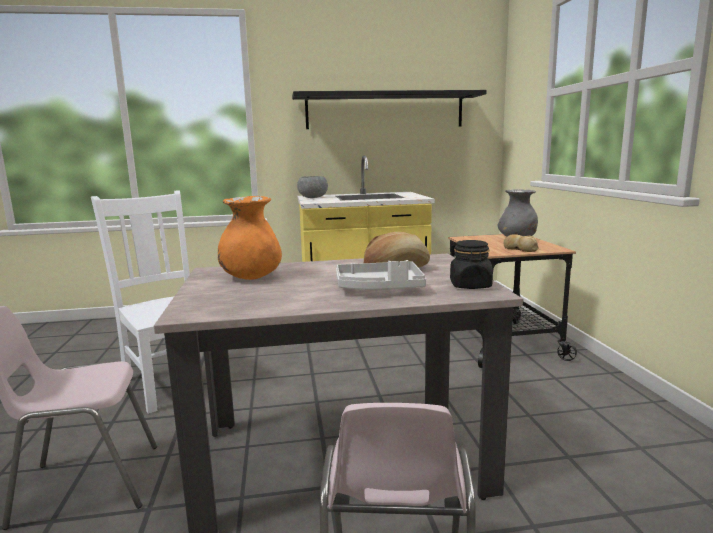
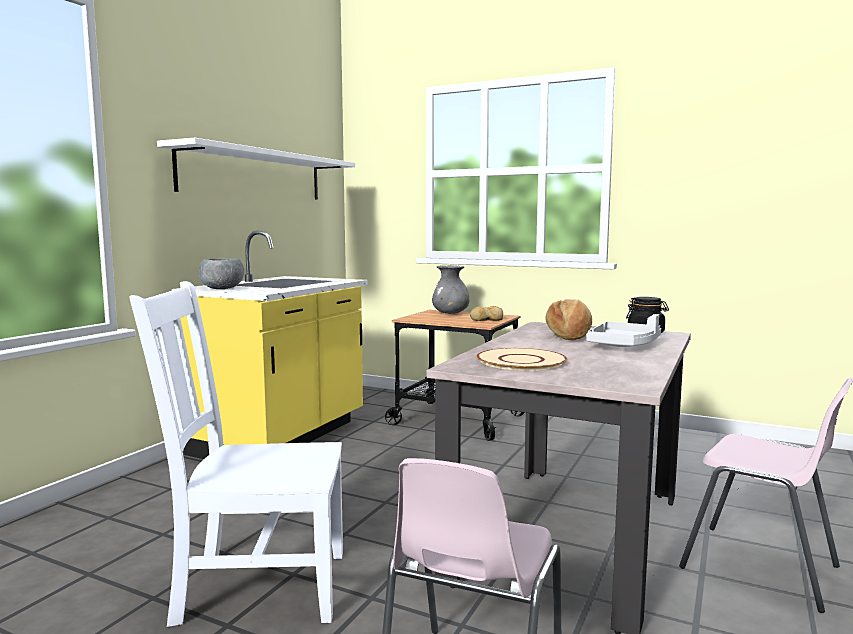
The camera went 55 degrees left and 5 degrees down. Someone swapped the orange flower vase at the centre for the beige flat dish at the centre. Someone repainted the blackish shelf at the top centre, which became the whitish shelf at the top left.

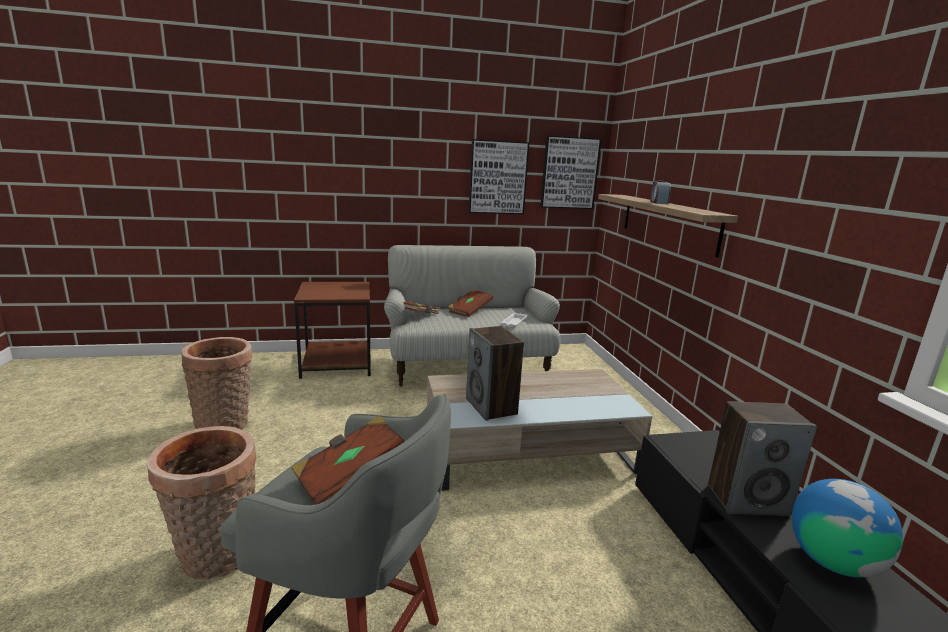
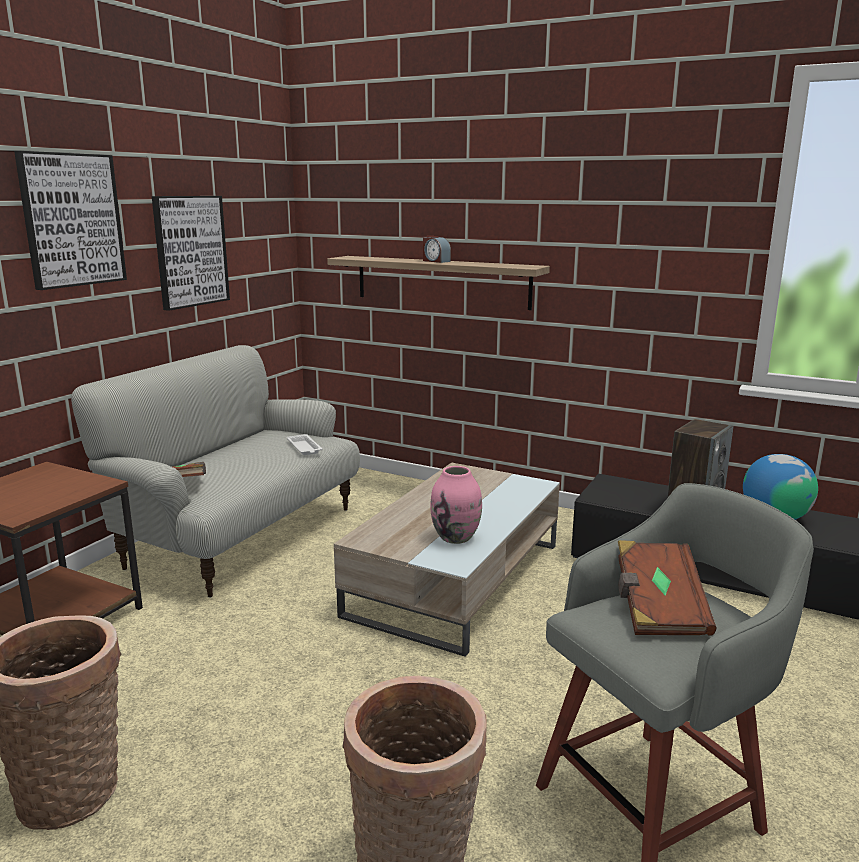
The camera went 50 degrees left and 0 degrees up. Someone took away the brown-coloured bound book (no. 3 from left) at the centre. Someone swapped the speaker (no. 1 from left) at the centre for the pink-coloured flower vase at the centre. Someone carried the wall picture (no. 2 from left in the first image) from the top centre to the top left.

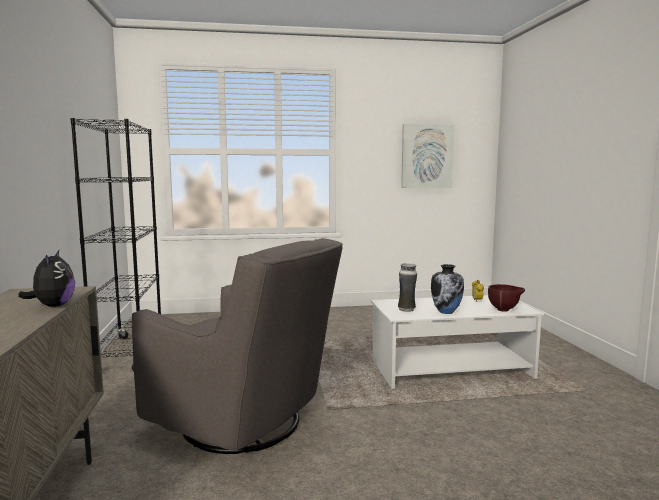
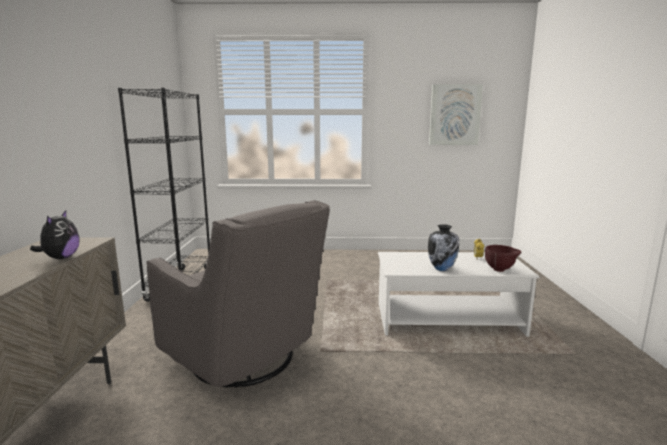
The camera went 10 degrees right and 5 degrees up. Someone took away the flower vase (no. 1 from left) at the centre.

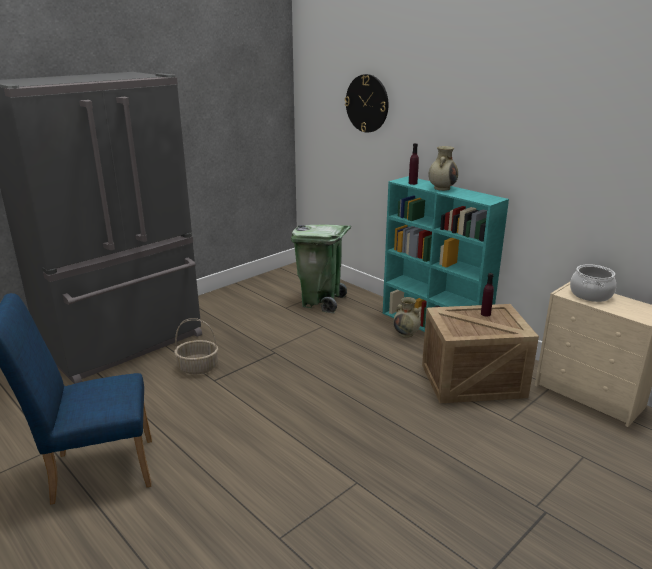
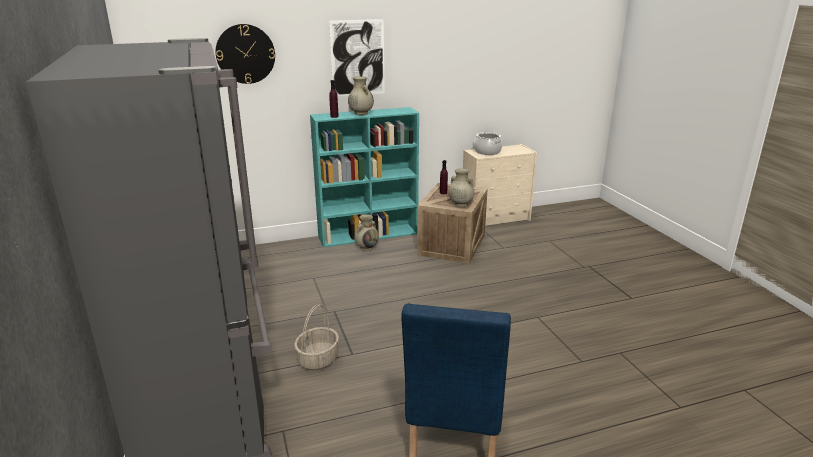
The camera went 65 degrees left and 0 degrees up. Someone took away the green-coloured rubbish bin at the centre. Someone put up the wall picture at the top centre. Someone put down the beige flower vase (no. 3 from left) at the centre.

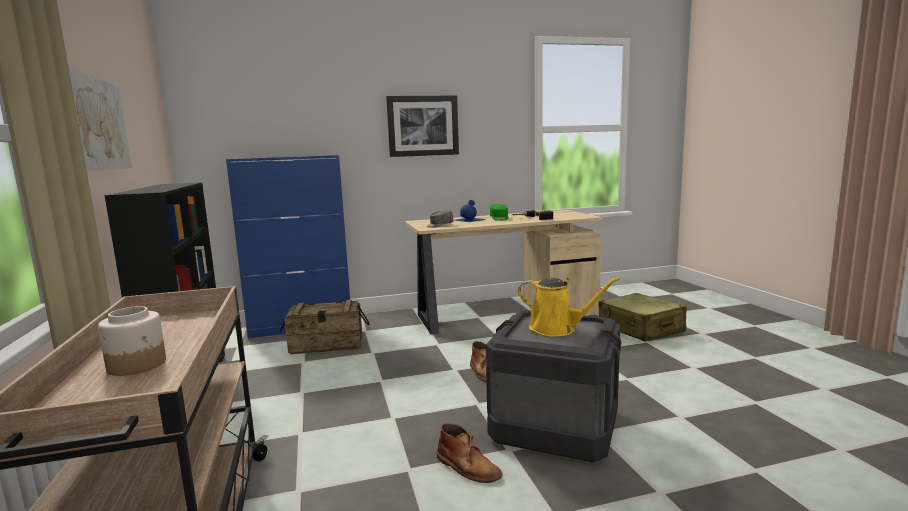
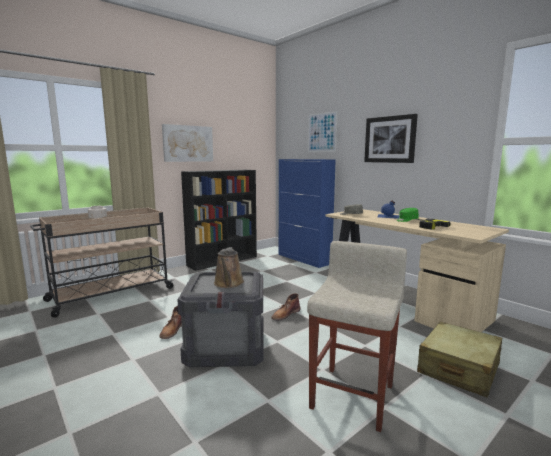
The camera went 65 degrees right and 0 degrees up. Someone took away the crate (no. 1 from left) at the centre. Someone repainted the yellowish watering pot at the centre, which became the brown-coloured watering pot at the centre. Someone put down the beige stool seat at the bottom centre. Someone put up the wall picture (no. 2 from left) at the top centre.

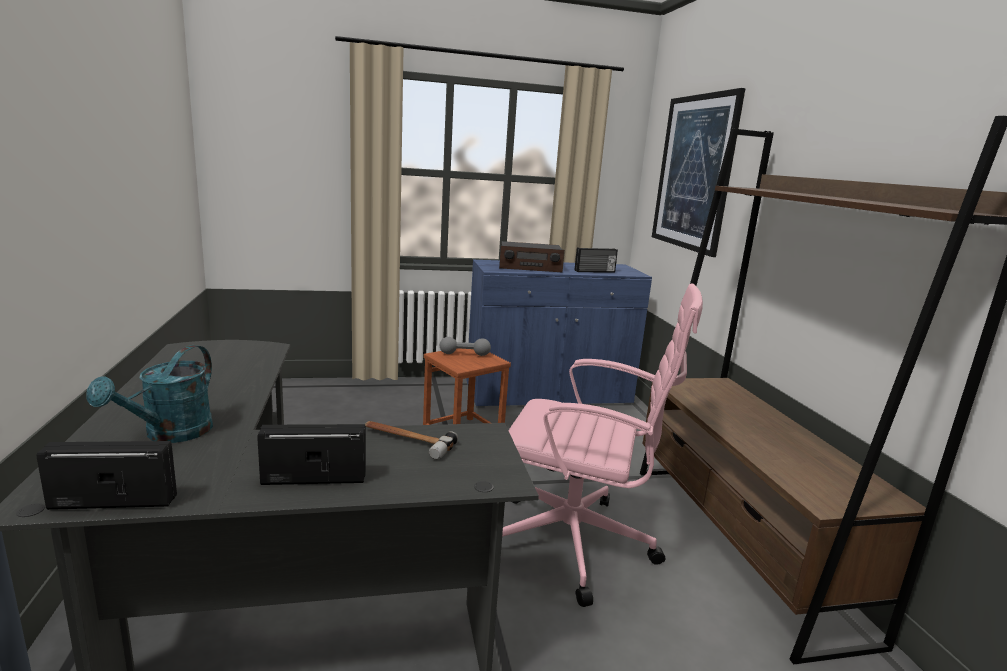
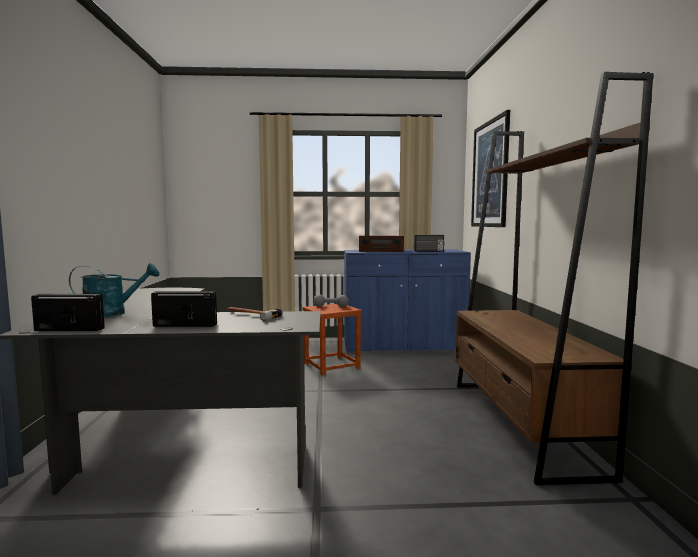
The camera went 10 degrees right and 10 degrees down. Someone rotated the turquoise-coloured watering pot at the middle left by 135 degrees counterclockwise. Someone took away the pink-coloured computer chair at the centre.

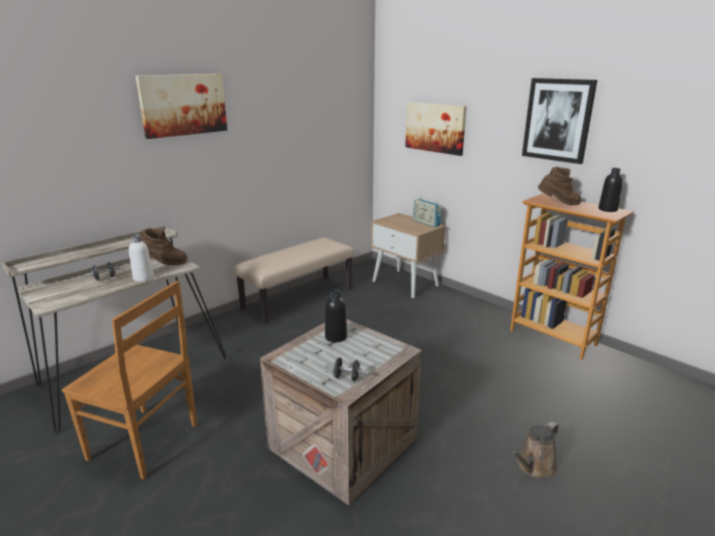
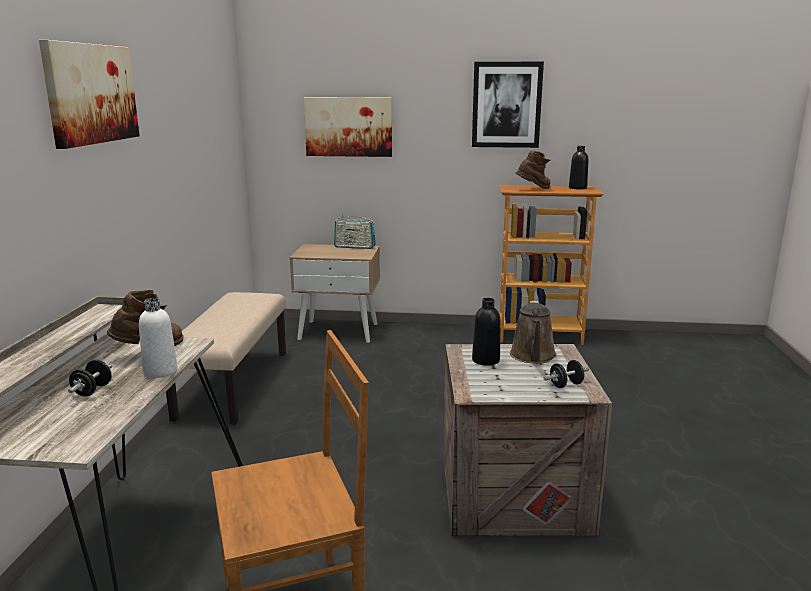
The camera went 40 degrees left and 5 degrees down. Someone carried the brown-coloured watering pot from the bottom right to the centre.

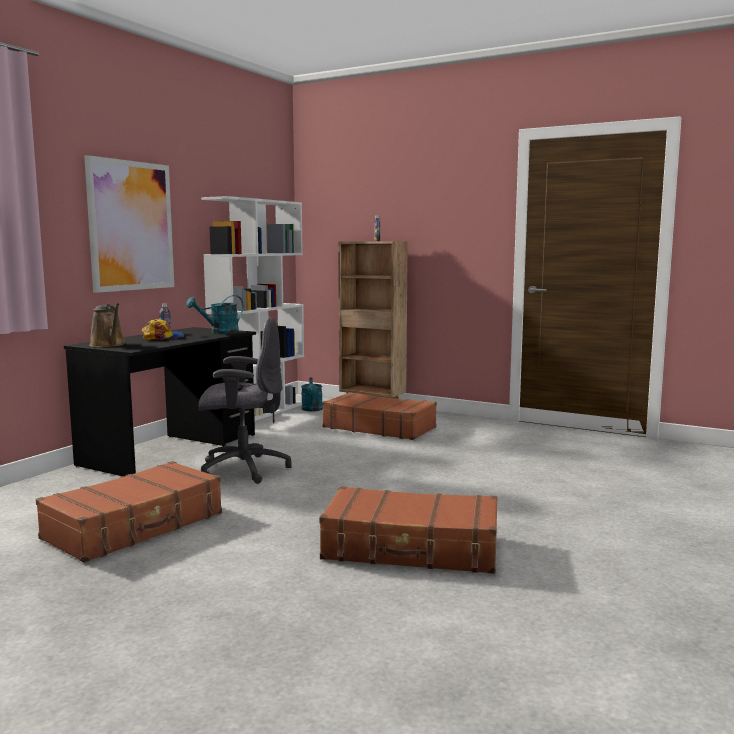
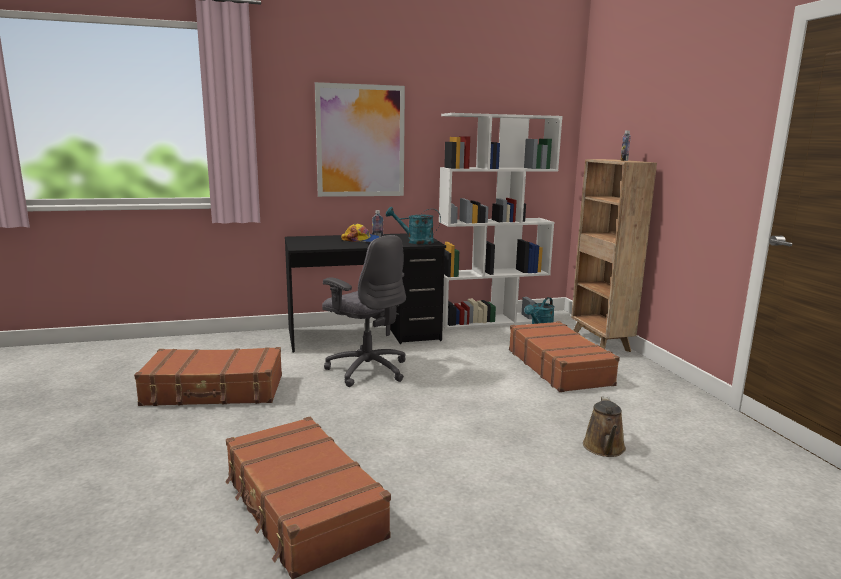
The camera went 45 degrees right and 5 degrees up. Someone carried the brown-coloured watering pot from the middle left to the bottom right.

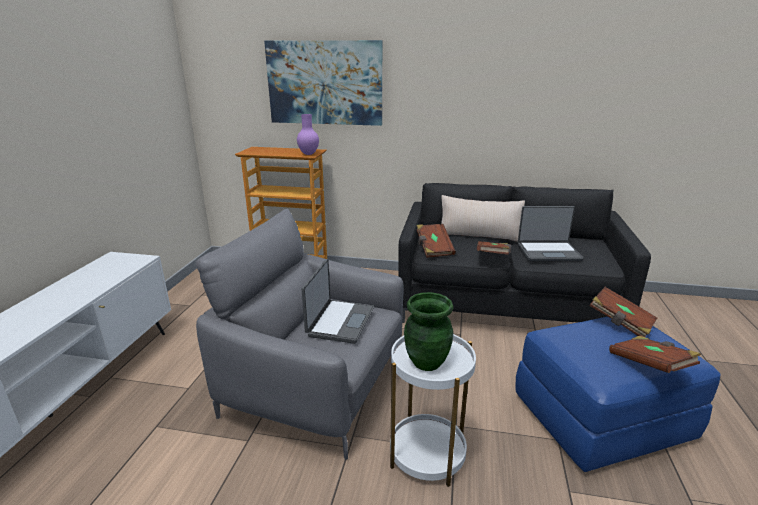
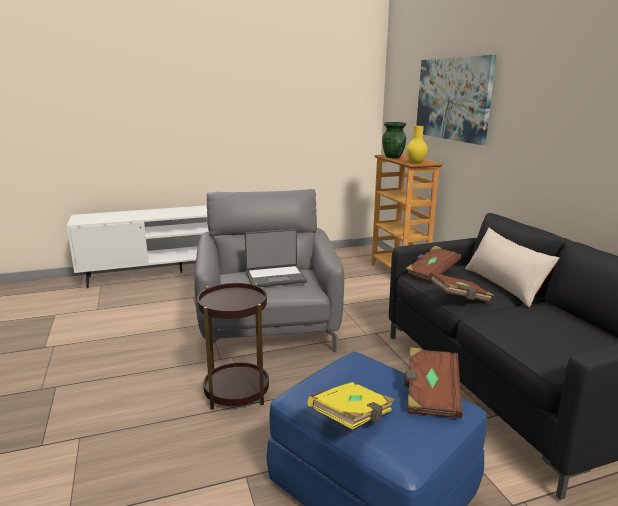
The camera went 60 degrees right and 5 degrees down. Someone repainted the purplish flower vase at the top centre, which became the yellowish flower vase at the top right. Someone repainted the whitish accent table at the bottom centre, which became the brown-coloured accent table at the bottom centre. Someone carried the green-coloured flower vase from the centre to the top centre. Someone took away the notebook computer (no. 2 from left) at the middle right. Someone repainted the brown-coloured bound book (no. 4 from left) at the bottom right, which became the yellowish bound book at the bottom centre.

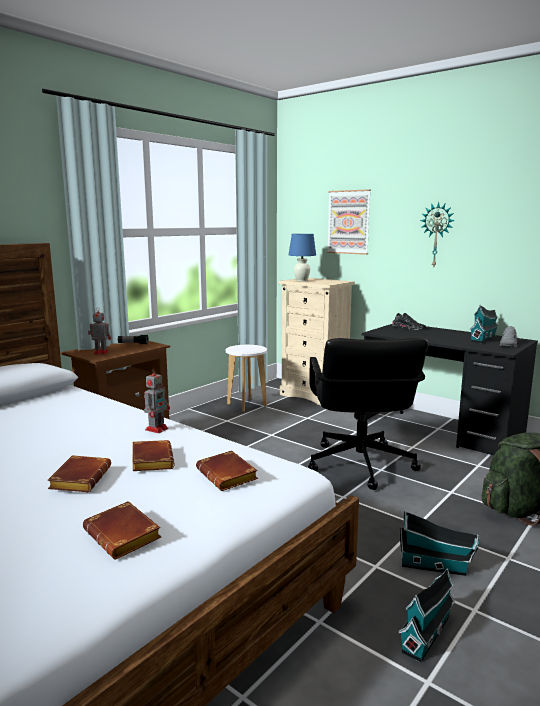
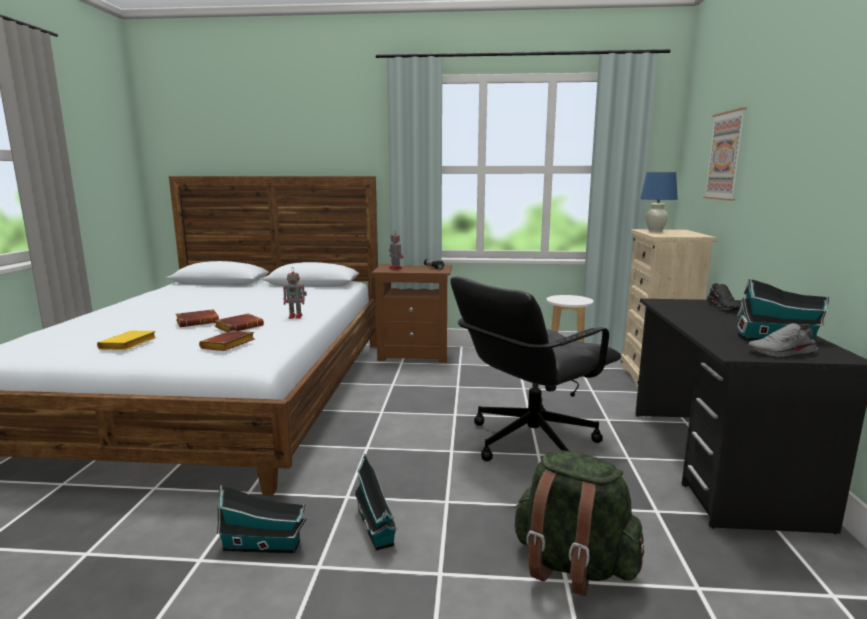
The camera went 55 degrees right and 0 degrees up. Someone repainted the brown-coloured bound book (no. 2 from left) at the bottom left, which became the yellowish bound book at the middle left. Someone took away the wall clock at the top right.

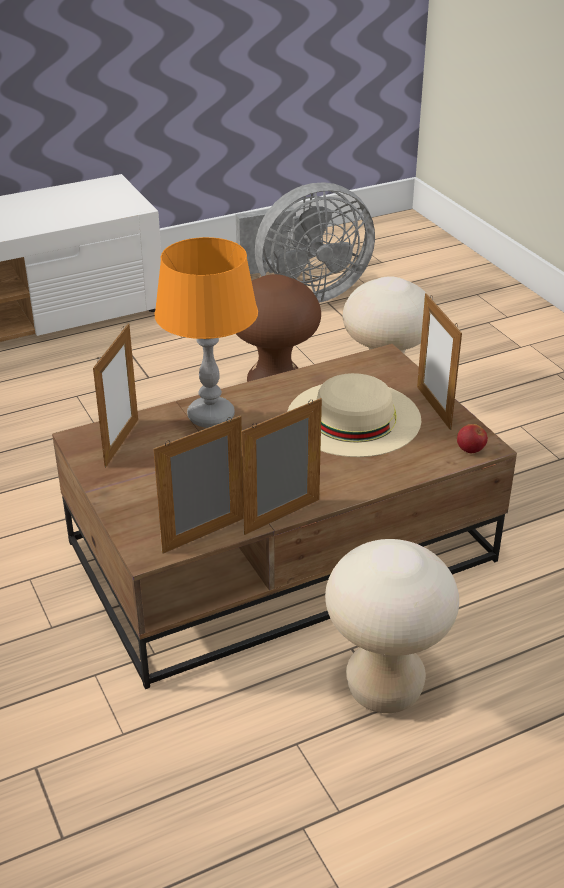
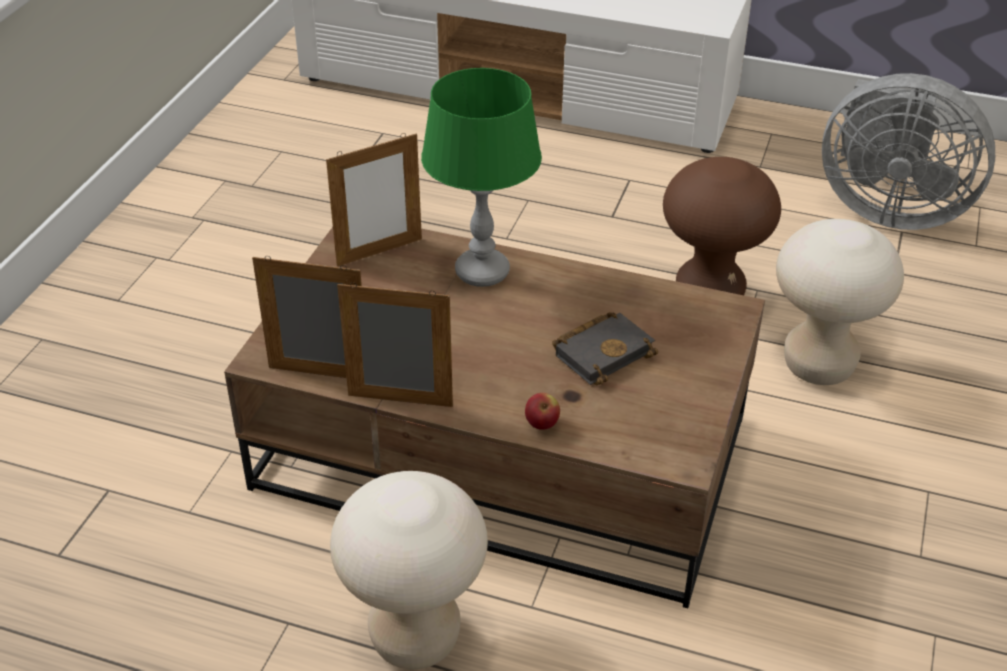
The camera went 45 degrees right and 5 degrees up. Someone repainted the orange tabletop lamp at the centre, which became the green-coloured tabletop lamp at the top centre. Someone swapped the beige wearable hat at the centre for the blackish bound book at the centre. Someone took away the photo frame (no. 4 from left) at the middle right. Someone carried the apple from the middle right to the centre.

